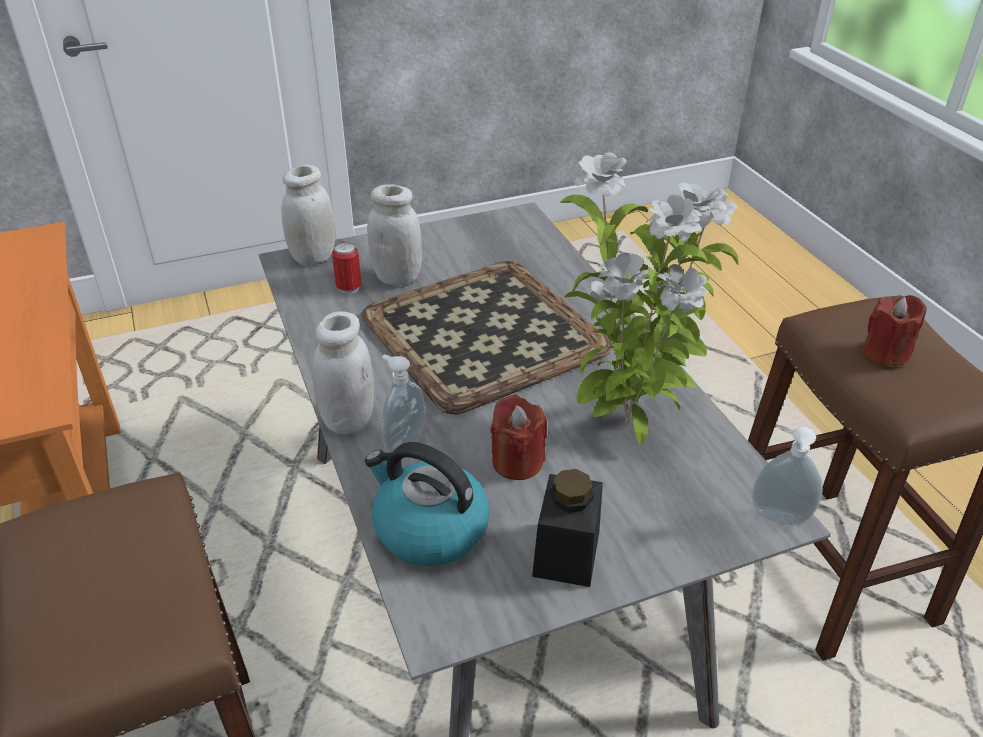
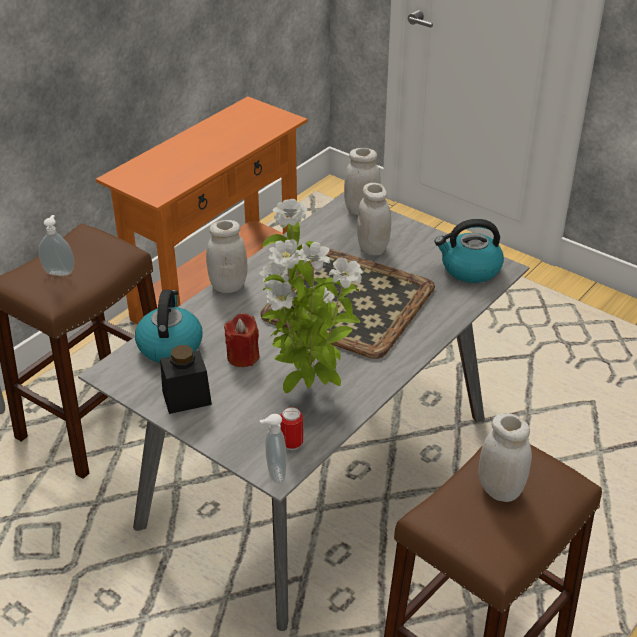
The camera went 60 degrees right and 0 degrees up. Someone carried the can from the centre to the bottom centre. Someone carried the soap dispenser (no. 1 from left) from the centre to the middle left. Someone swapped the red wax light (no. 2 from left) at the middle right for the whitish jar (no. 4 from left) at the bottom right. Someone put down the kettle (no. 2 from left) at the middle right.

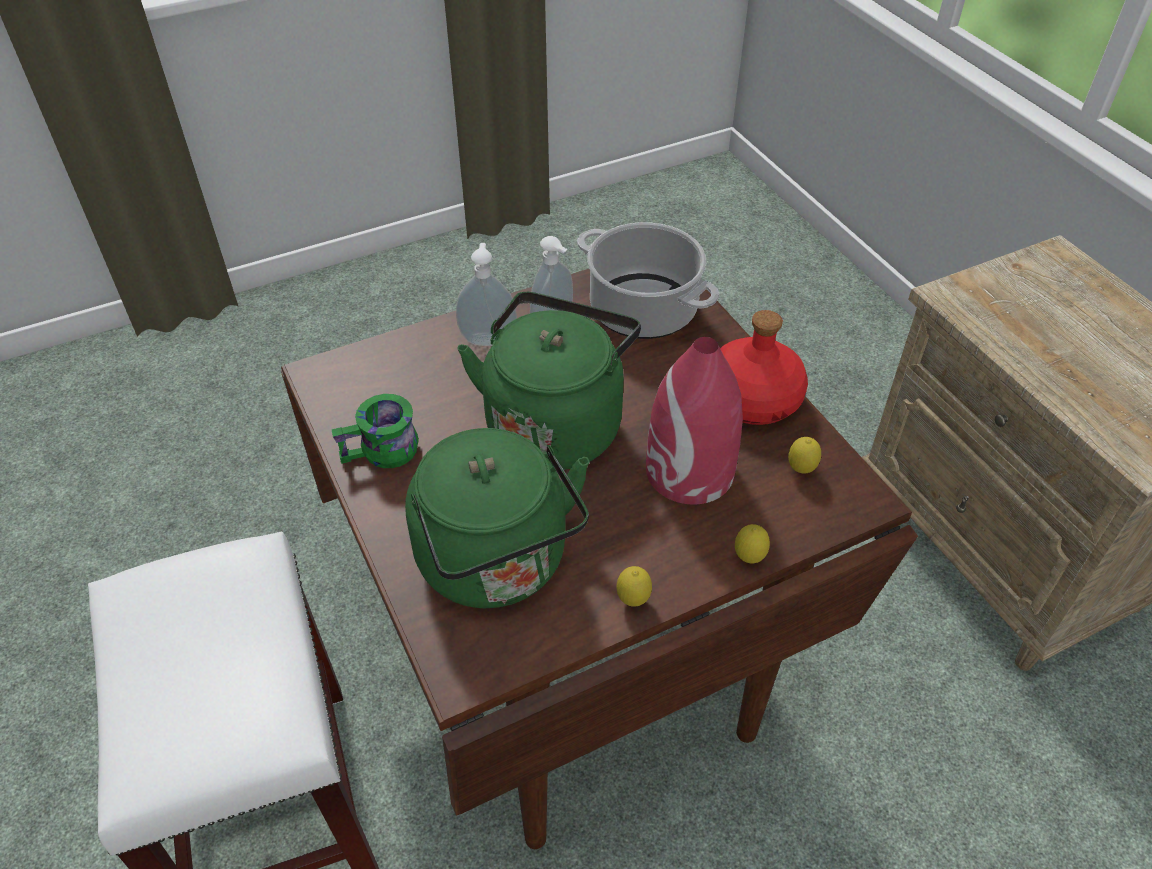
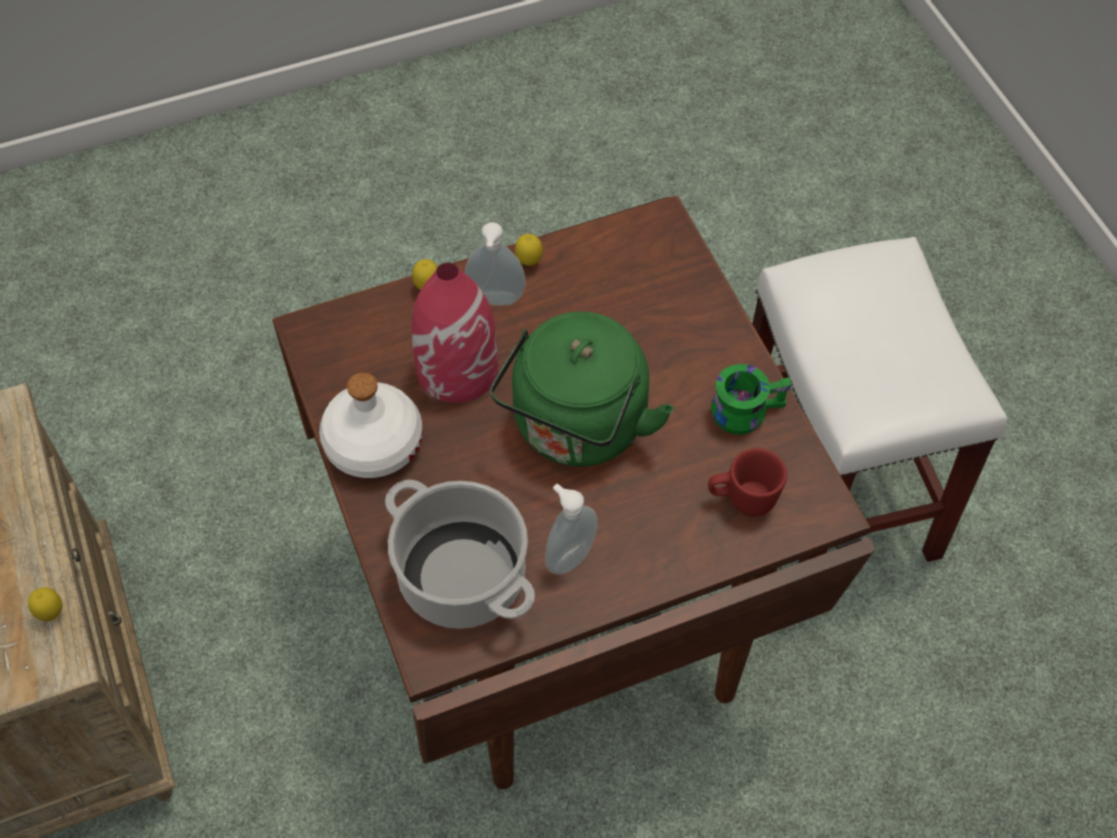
The camera went 175 degrees left and 10 degrees up. Someone took away the green-coloured kettle (no. 1 from left) at the centre. Someone carried the soap dispenser (no. 1 from left) from the centre to the top centre. Someone repainted the red drink bottle at the centre, which became the whitish drink bottle at the middle left. Someone carried the whole lemon (no. 3 from left in the first image) from the middle right to the bottom left. Someone put down the red coffee mug at the middle right.

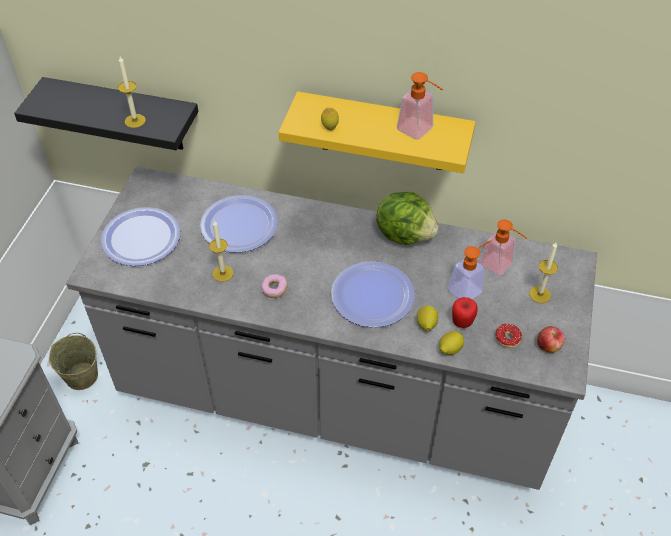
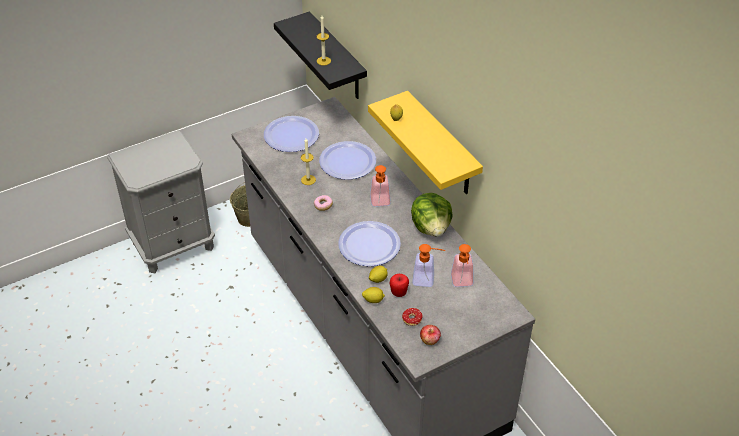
The camera went 45 degrees right and 5 degrees down. Someone carried the soap dispenser (no. 1 from left) from the top centre to the centre. Someone took away the wax light (no. 3 from left) at the middle right.

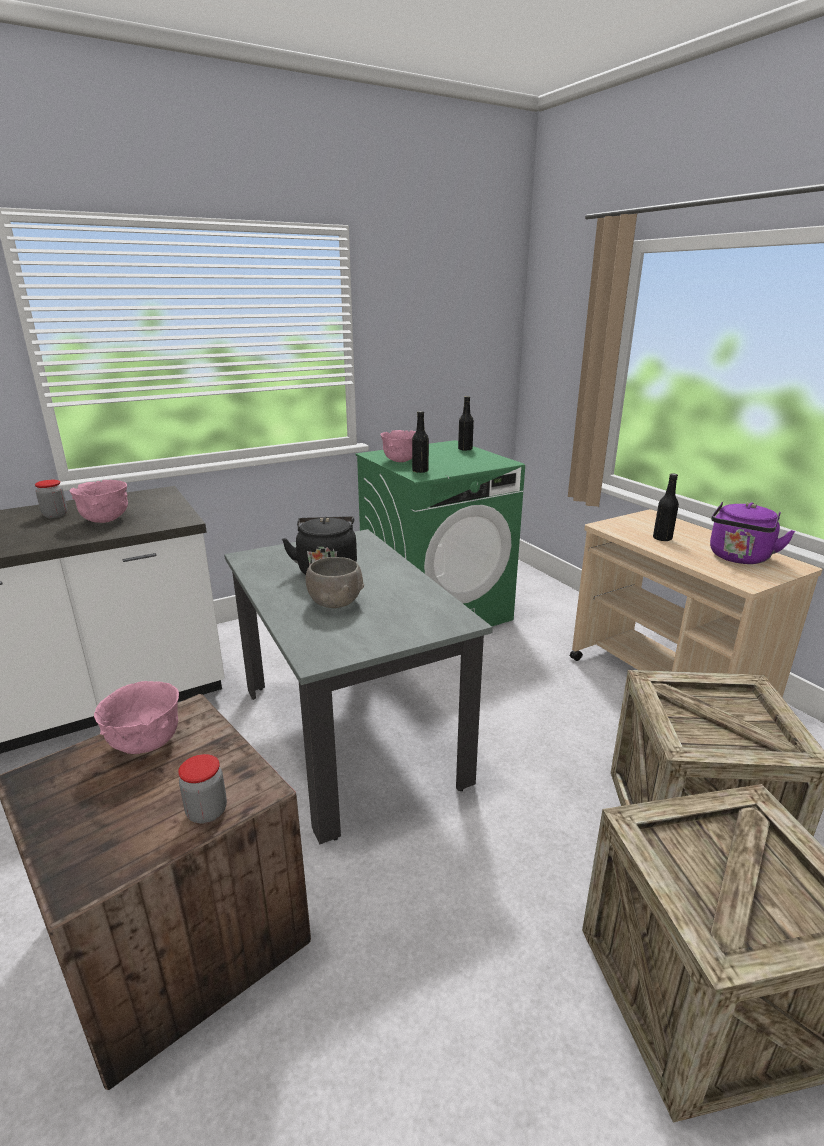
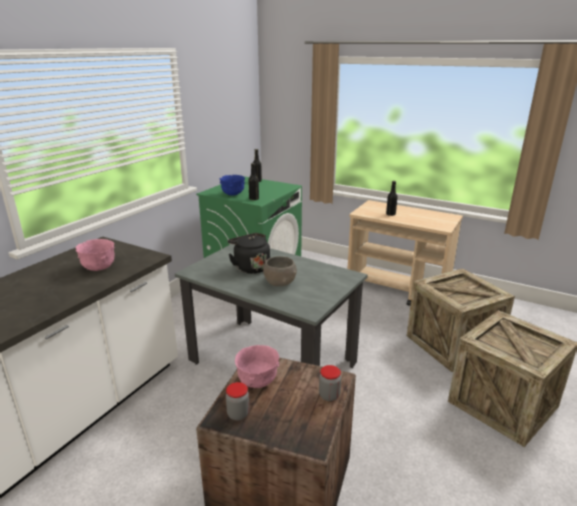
The camera went 30 degrees left and 0 degrees up. Someone carried the jar (no. 1 from left) from the middle left to the bottom centre. Someone repainted the pink-coloured serving bowl (no. 3 from left) at the centre, which became the blue serving bowl at the centre. Someone took away the purplish kettle at the middle right.

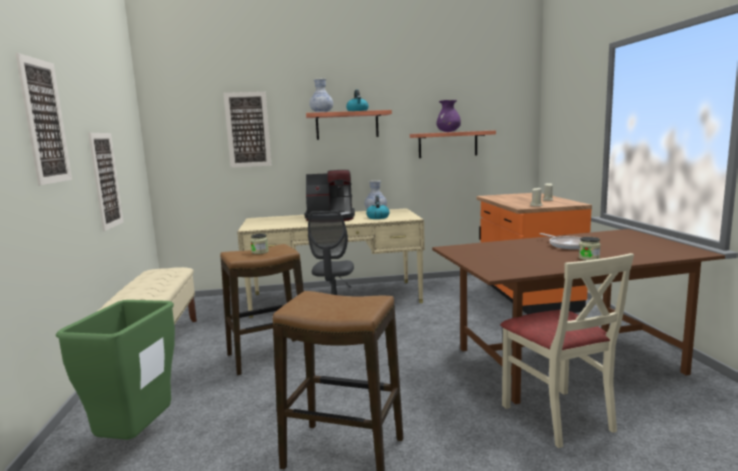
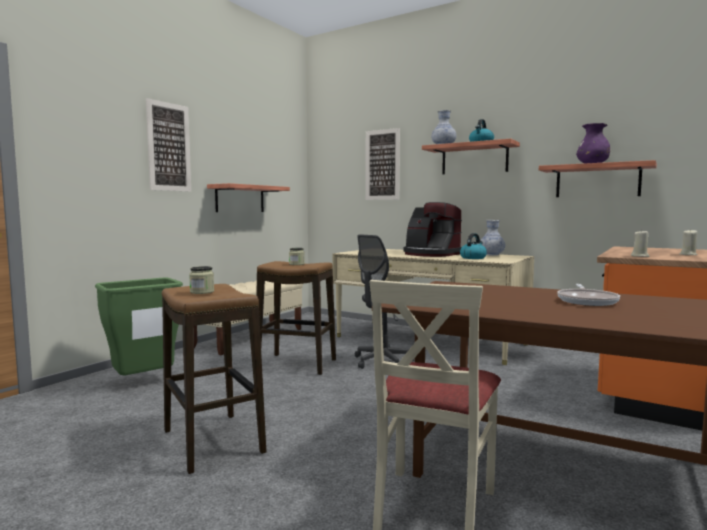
The camera went 40 degrees right and 5 degrees down. Someone swapped the wall picture (no. 2 from left) at the middle left for the shelf (no. 1 from left) at the centre. Someone carried the jar (no. 2 from left in the first image) from the middle right to the middle left.

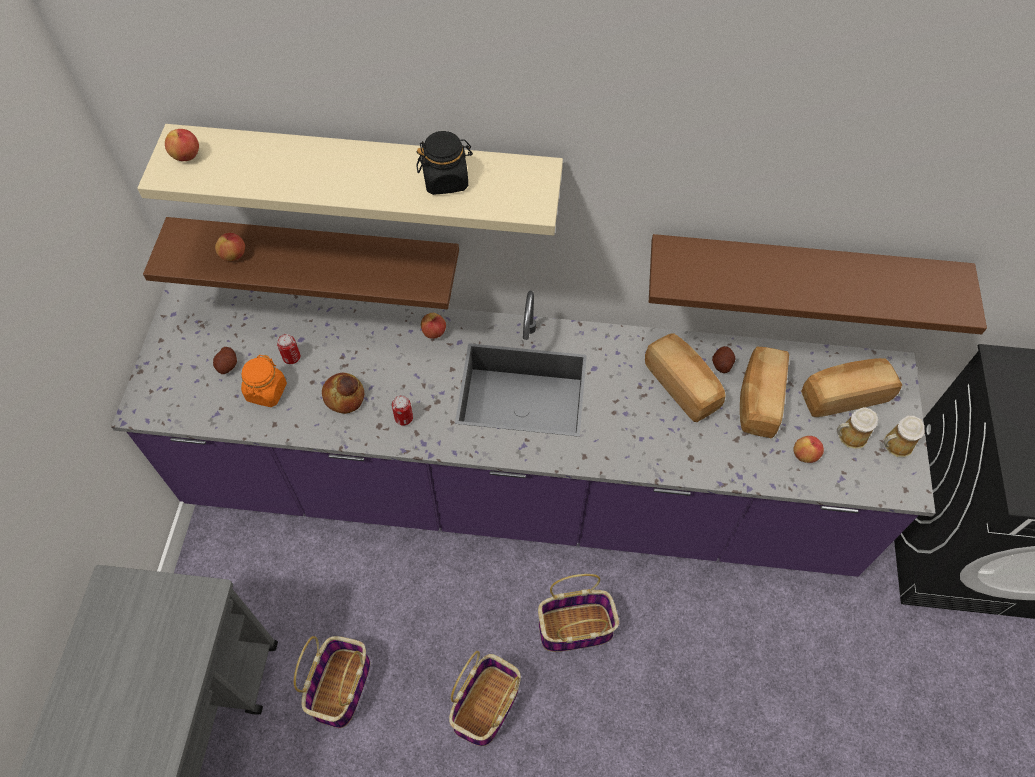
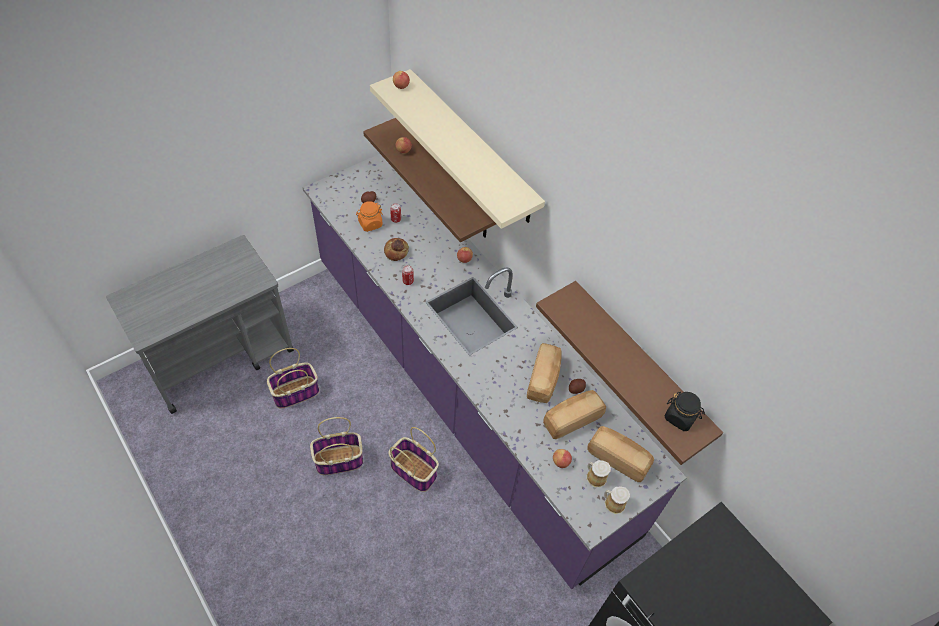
The camera went 45 degrees right and 5 degrees down. Someone carried the blackish jar from the top centre to the middle right.

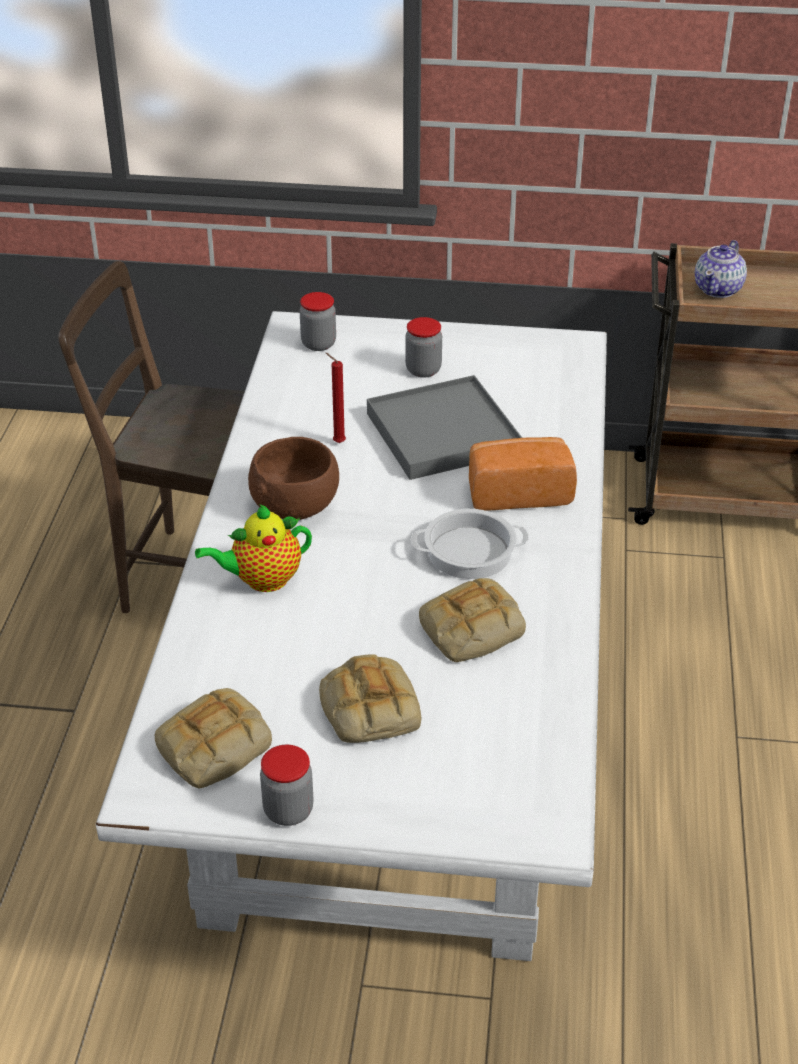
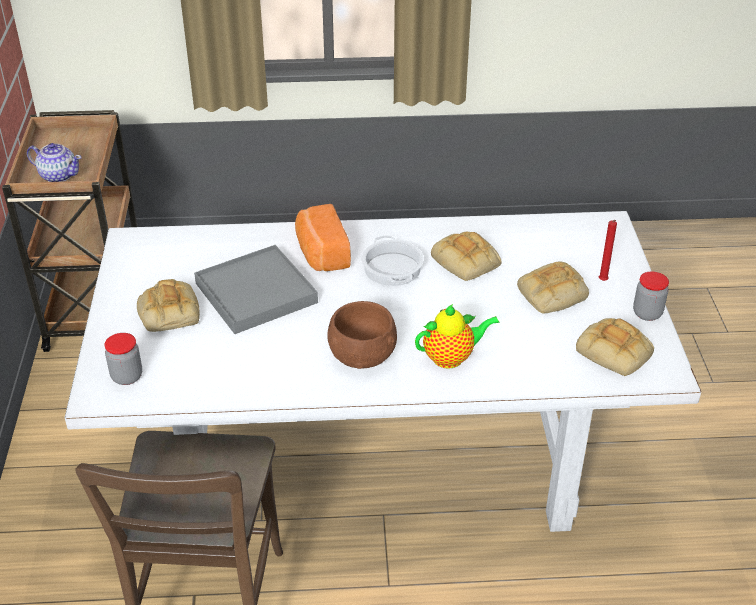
The camera went 100 degrees left and 0 degrees up. Someone rotated the teapot (no. 1 from left in the first image) at the middle left by 75 degrees counterclockwise. Someone carried the red wax light from the centre to the middle right. Someone swapped the jar (no. 3 from left) at the top centre for the bakery bread (no. 1 from left) at the middle left.

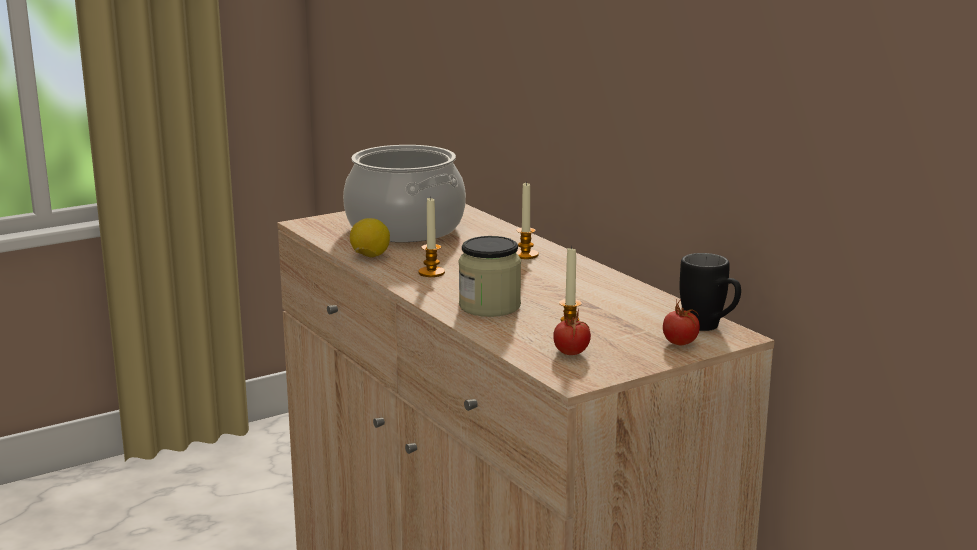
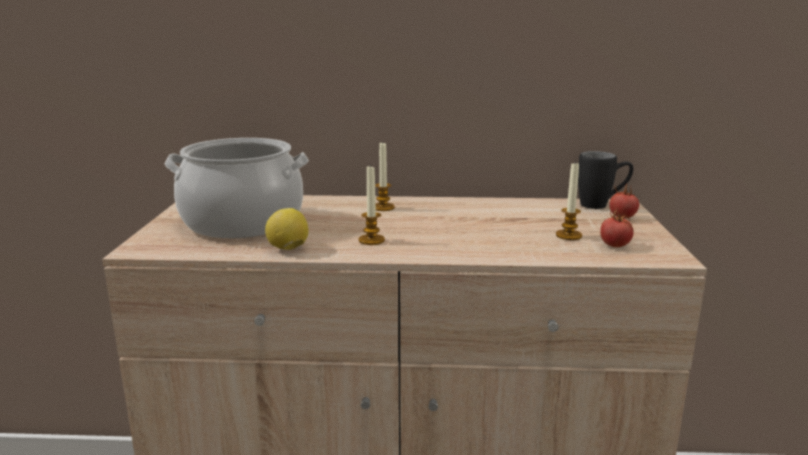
The camera went 55 degrees left and 0 degrees up. Someone took away the jar at the centre.

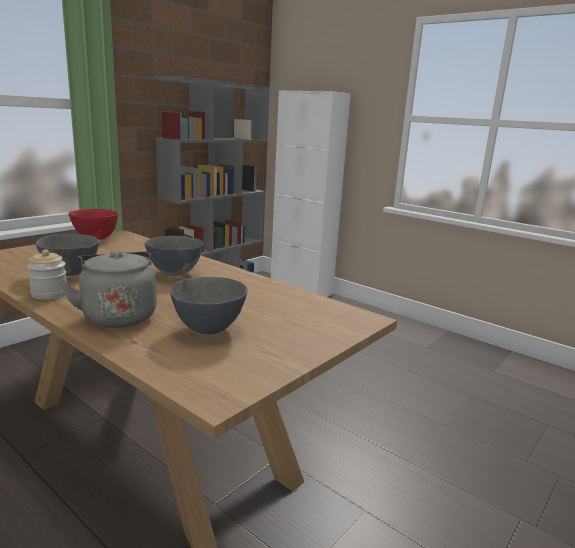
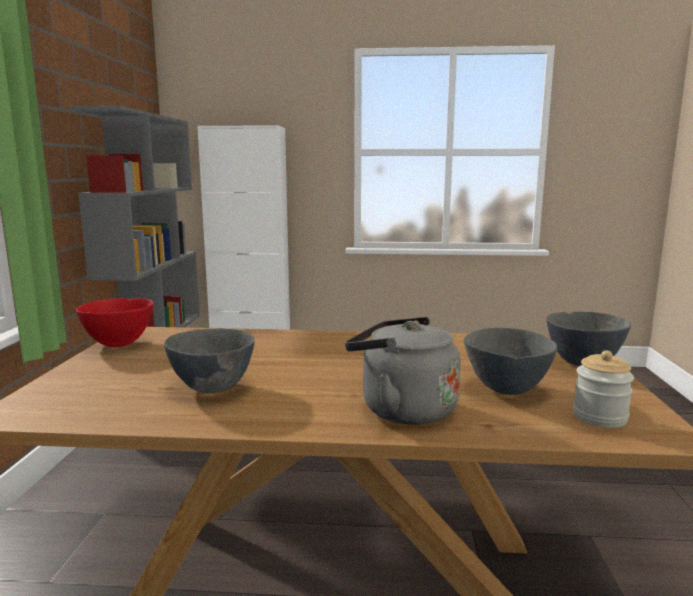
The camera went 35 degrees left and 5 degrees down. Someone carried the jar from the middle left to the middle right. Someone carried the gray serving bowl (no. 2 from left in the first image) from the middle left to the middle right.

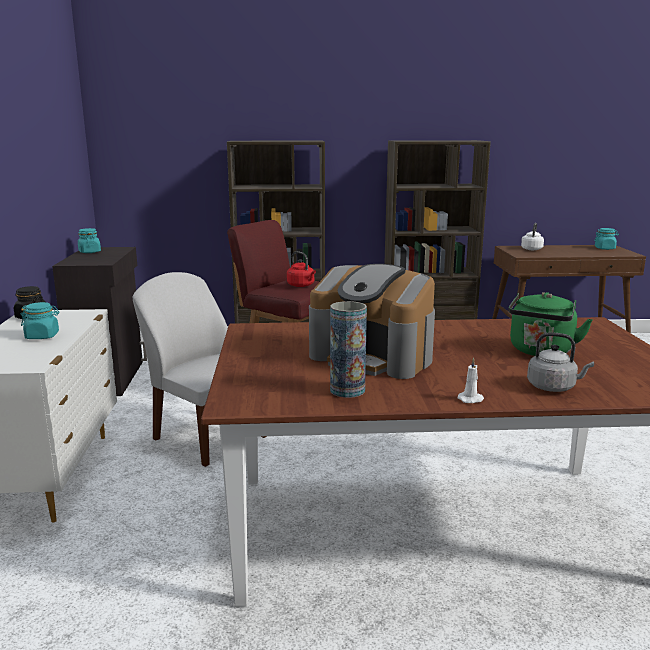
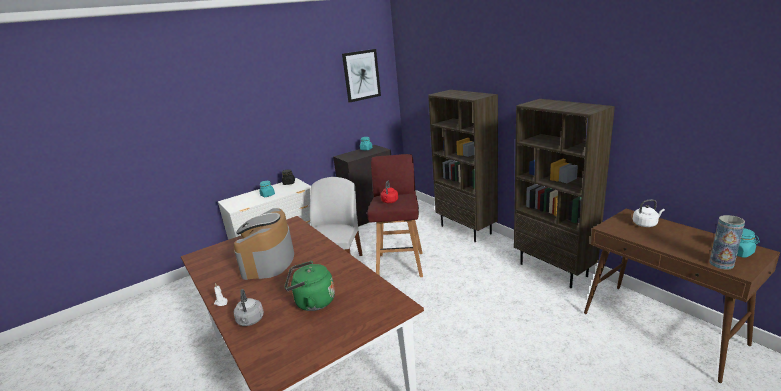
The camera went 60 degrees right and 5 degrees up. Someone carried the flower vase from the centre to the middle right. Someone put up the wall picture at the top centre.

